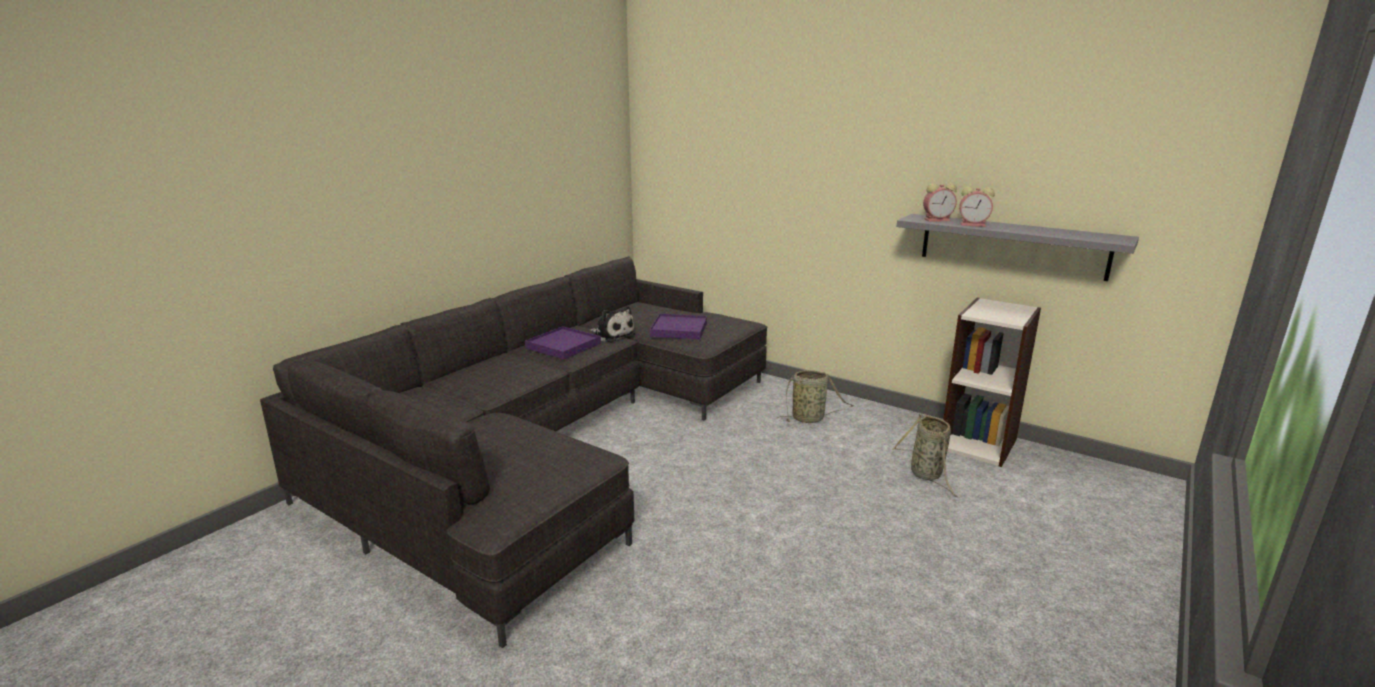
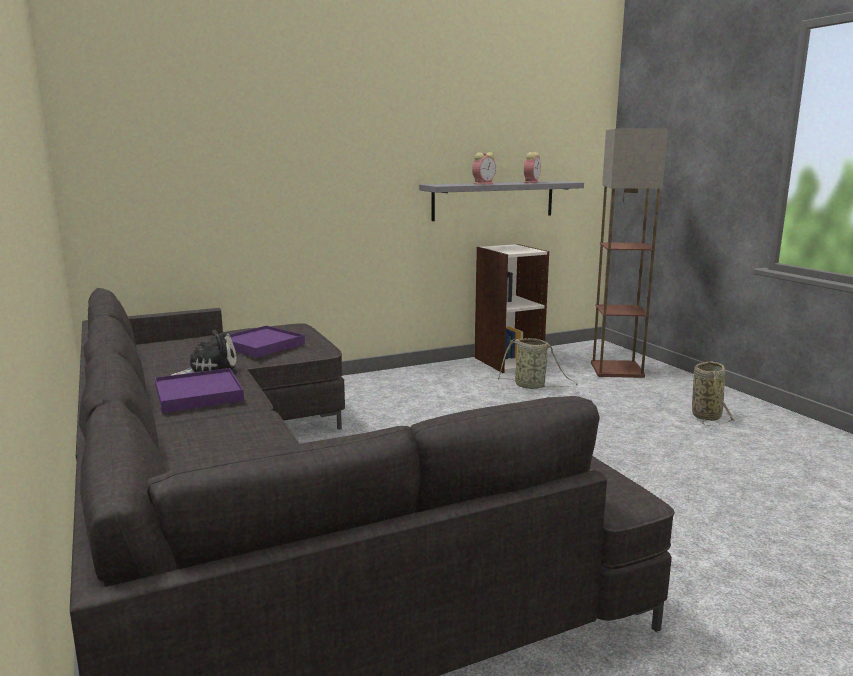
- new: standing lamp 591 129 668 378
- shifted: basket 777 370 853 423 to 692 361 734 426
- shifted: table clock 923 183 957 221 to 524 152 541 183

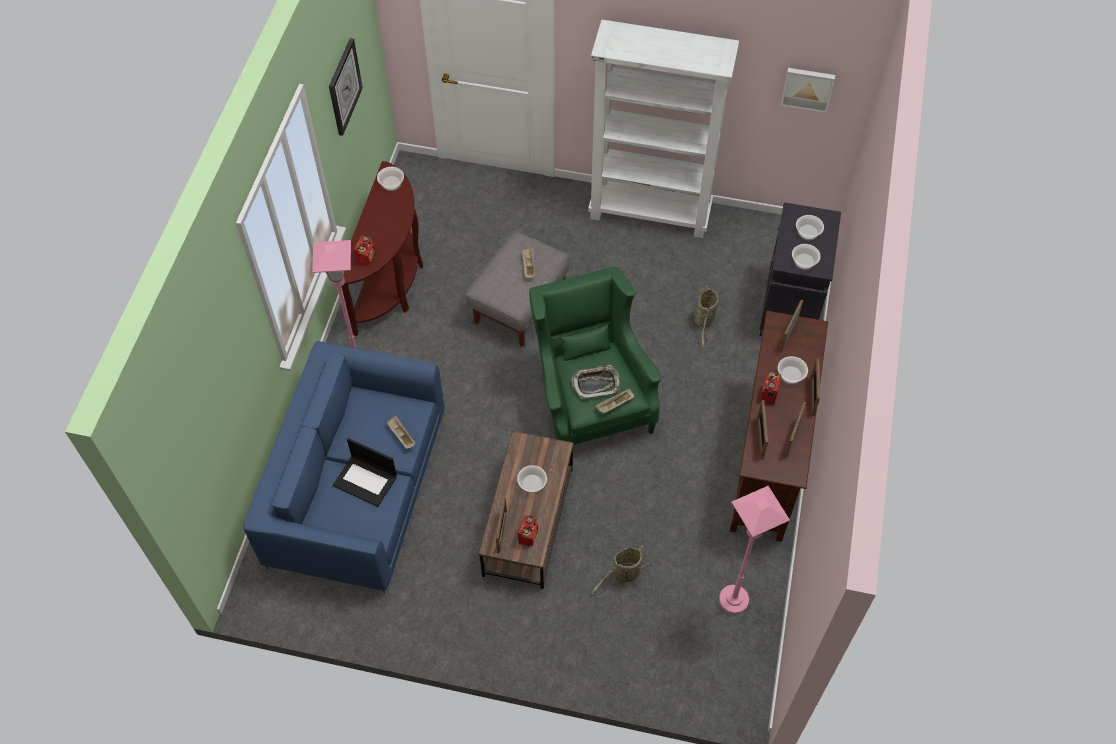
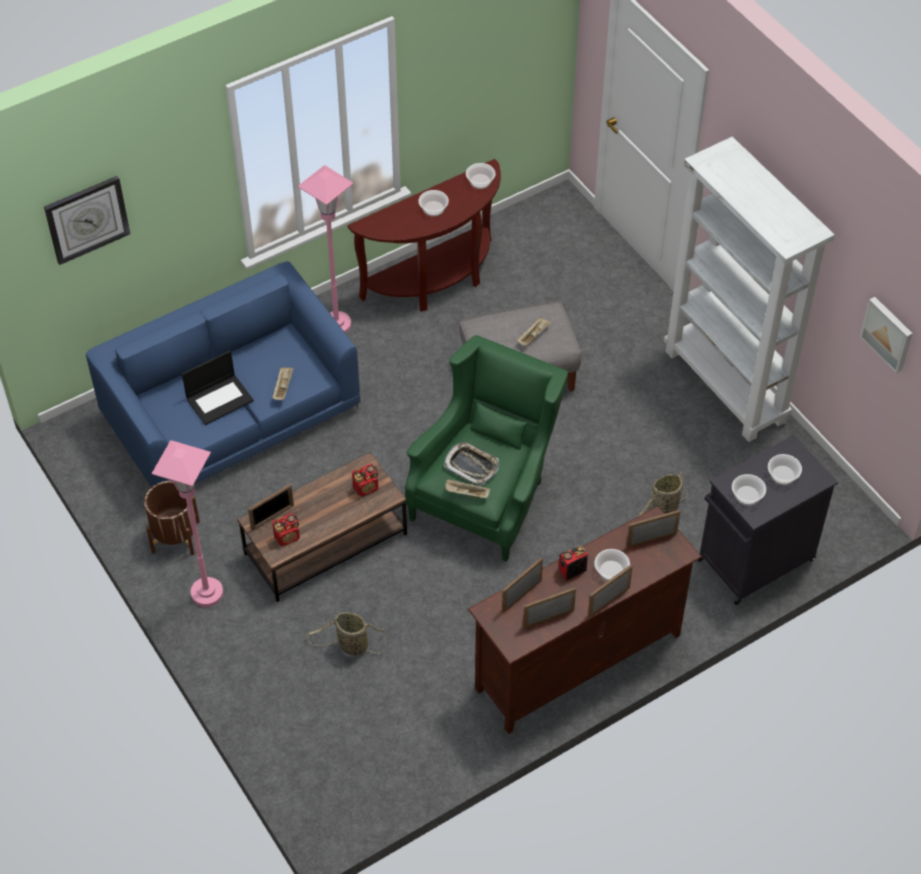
- new: plant pot/brownish 144 481 200 555
- shifted: clock on the wall 329 38 363 136 to 44 176 130 265
- shifted: radio set 354 235 376 266 to 352 463 378 497
- shifted: deep dish 517 465 547 493 to 419 190 449 217
- shifted: standing lamp/pink 719 486 790 614 to 152 440 223 607
- rotated: laptop 333 438 397 507 = 182 350 254 425 105 degrees counterclockwise

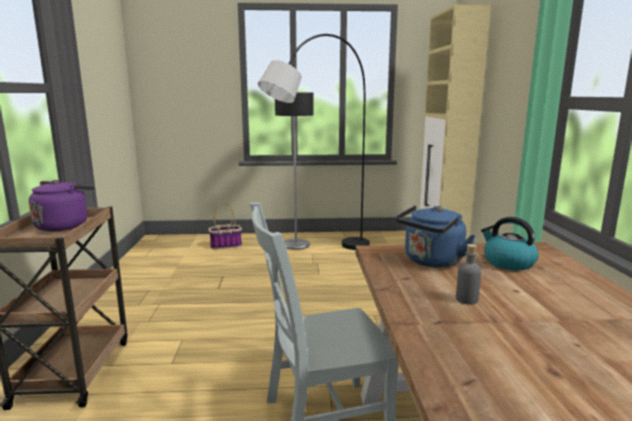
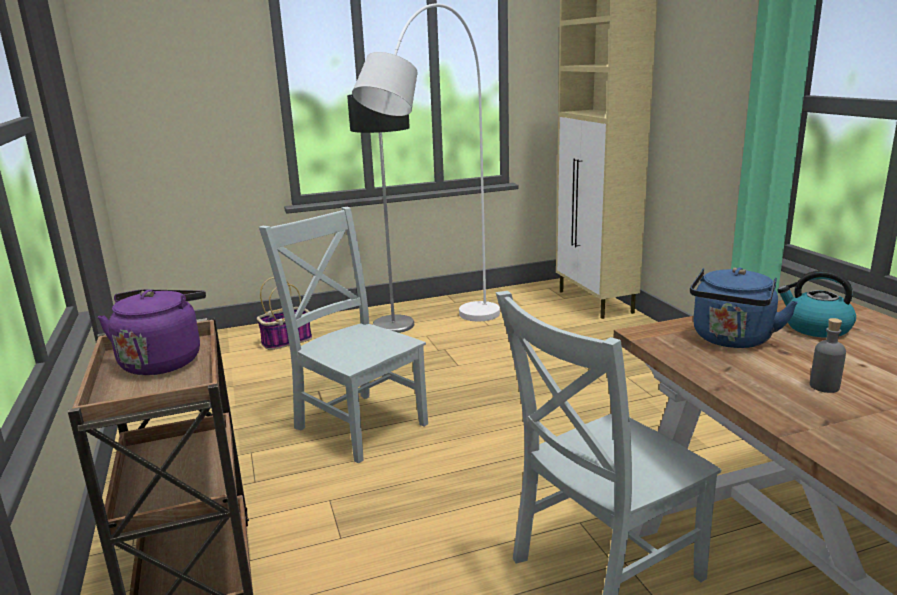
- new: plain chair/gray 259 207 428 463
- repainted: standing lamp/black 258 34 370 250 to standing lamp/white 352 3 500 321

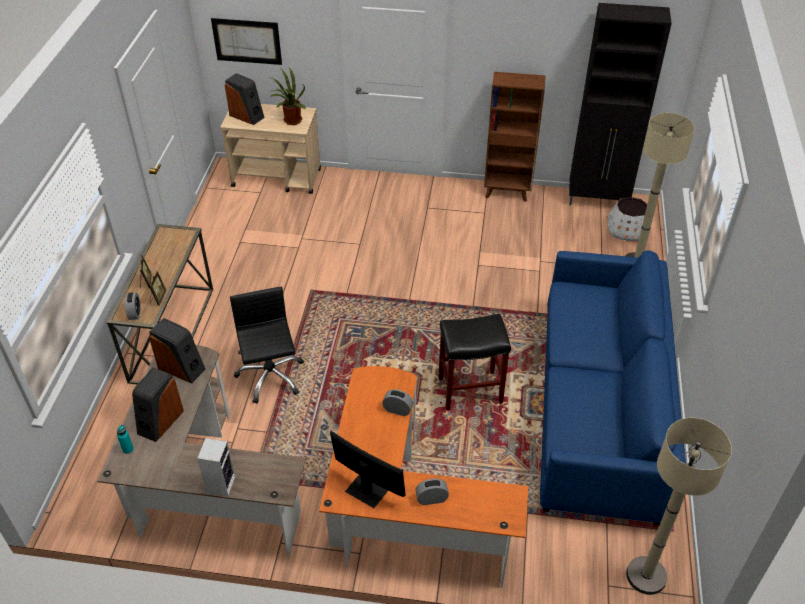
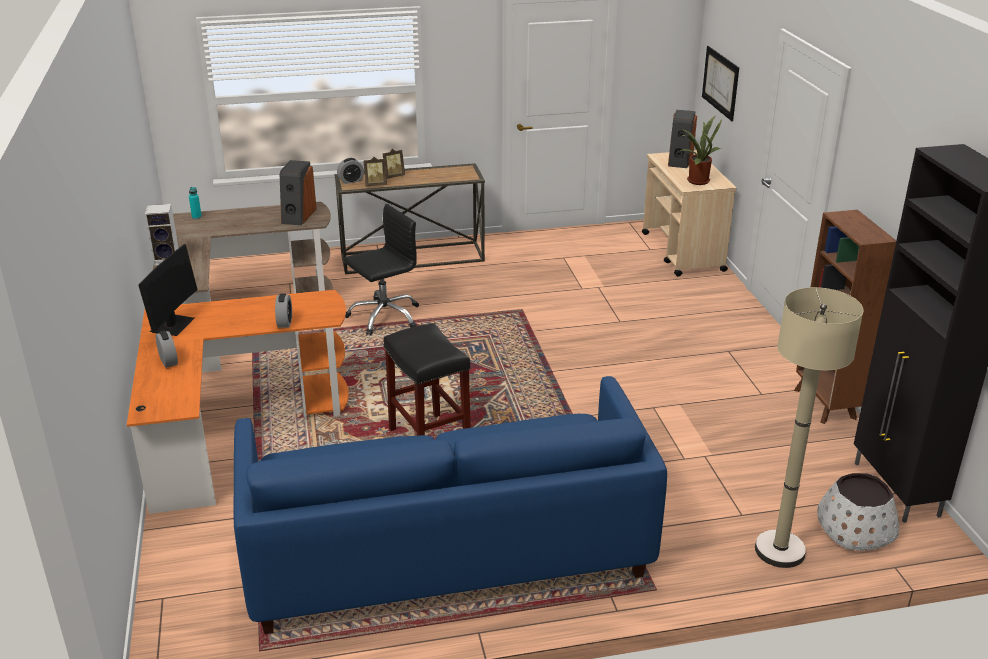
- gone: audio speaker 132 367 184 442
- gone: standing lamp/sand-coloured 626 418 732 595

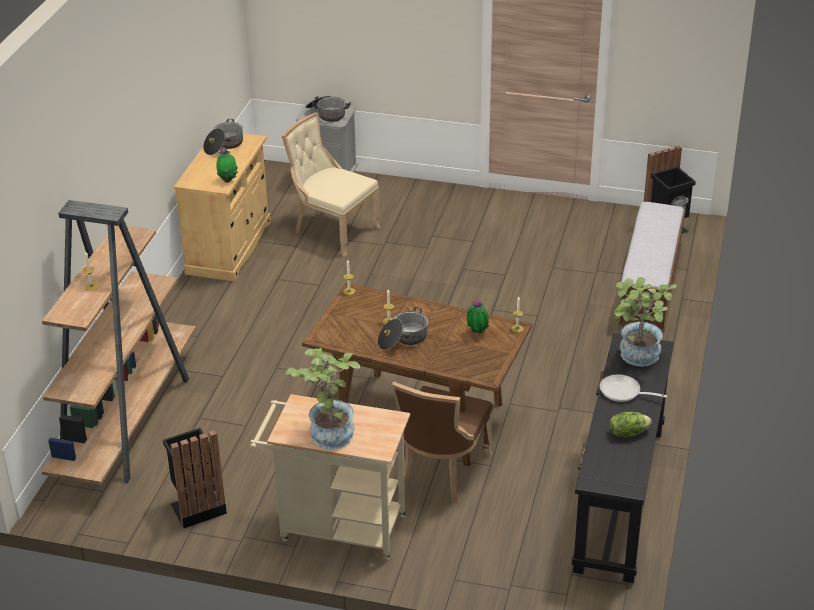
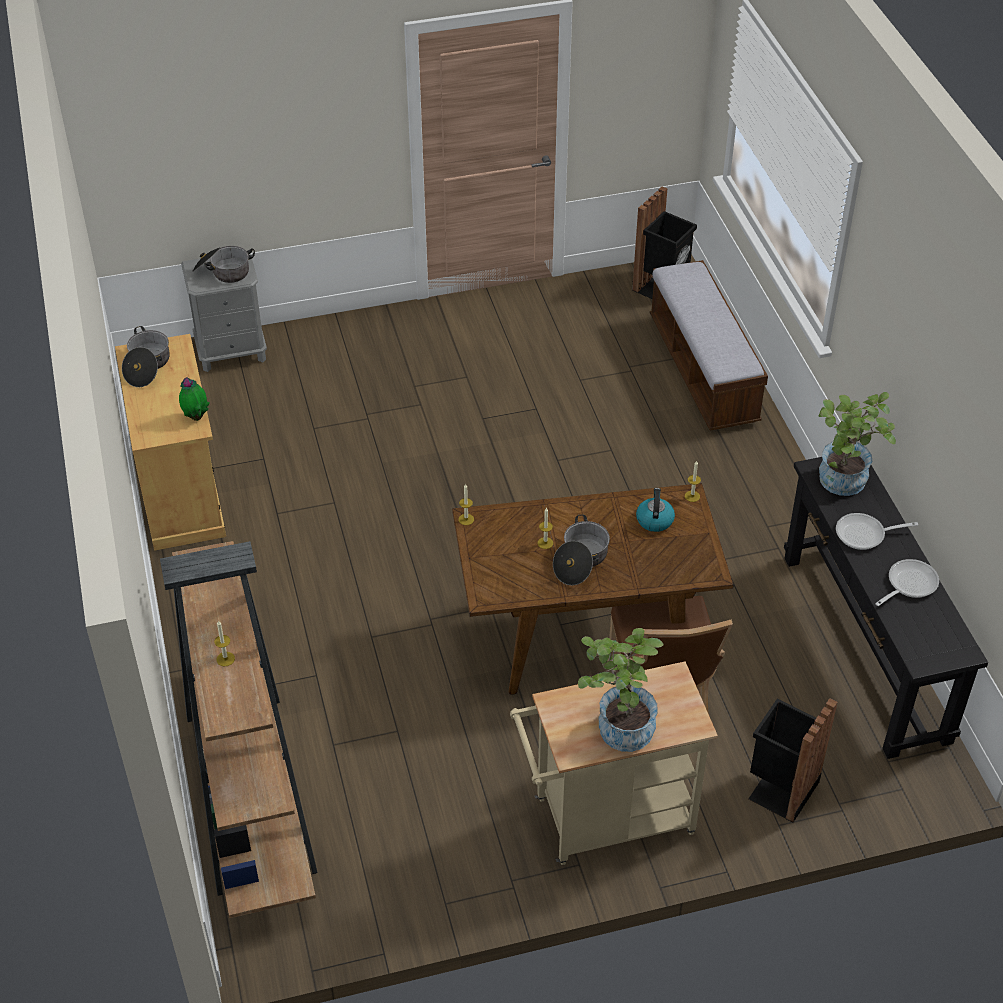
- gone: plain chair/sand-coloured 282 113 380 256
- shifted: trash can/black 163 428 227 528 to 748 698 838 823
- swapped: plant in a pot 467 298 489 333 to tea kettle 636 488 675 532
- swapped: head of lettuce 610 412 652 437 to frying pan 875 559 939 606

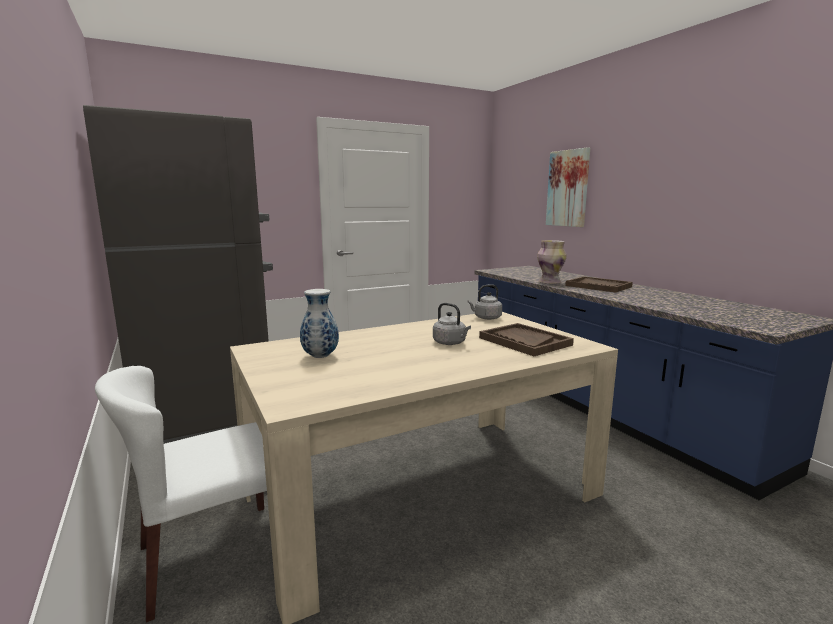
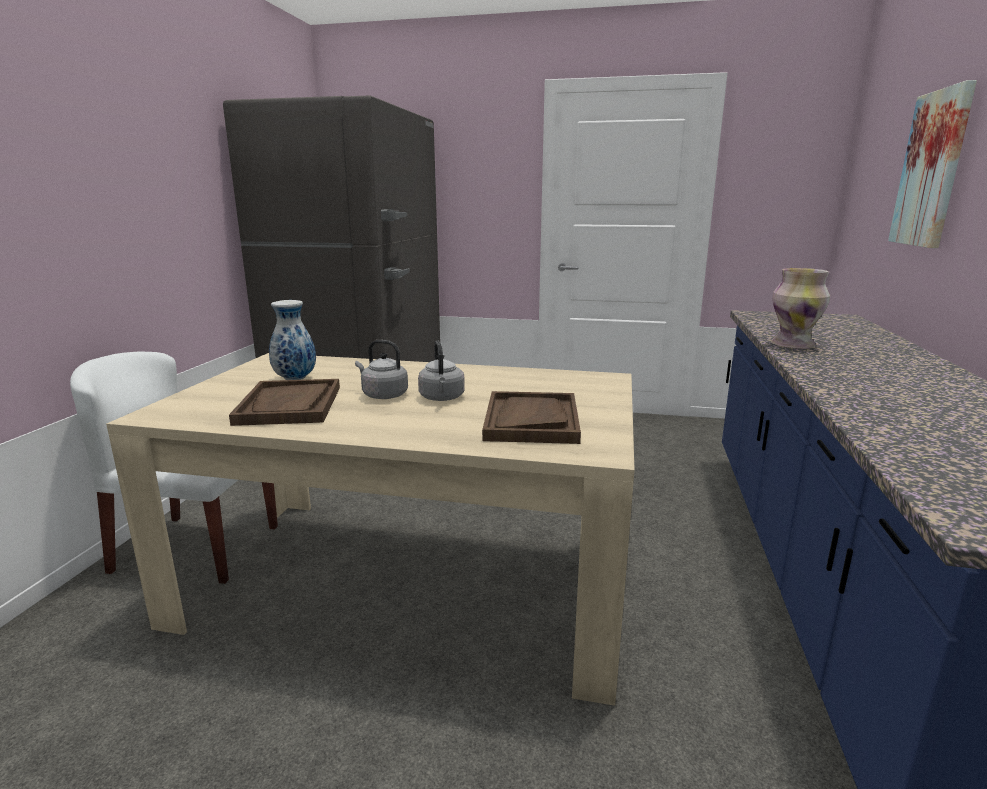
- shifted: tea kettle/gray 467 284 502 320 to 355 340 408 399
- shifted: serving tray/brownish 565 276 633 293 to 229 379 340 426

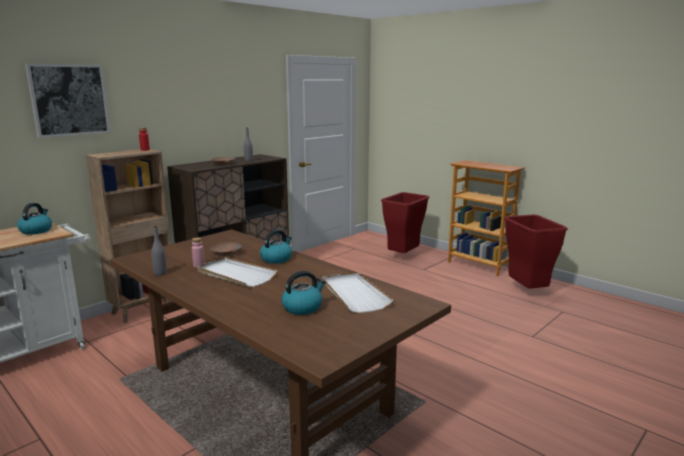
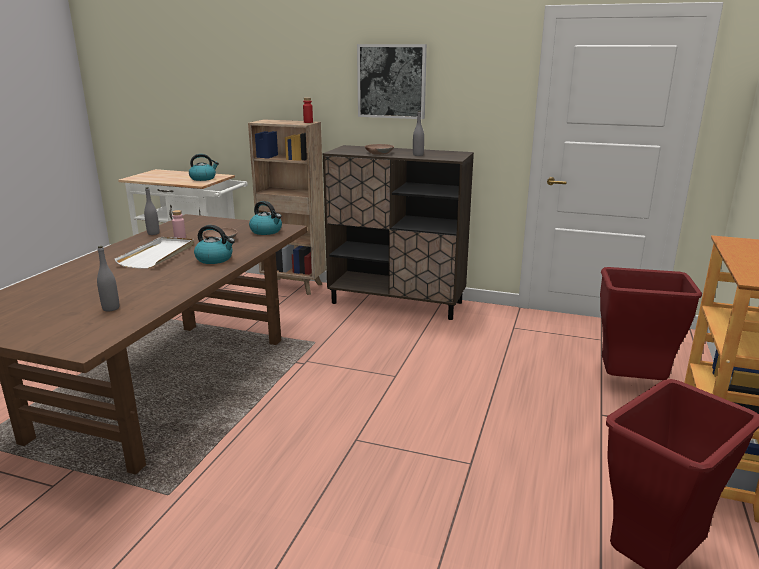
- shifted: wall picture 25 64 110 138 to 357 44 427 119
- shifted: tea kettle 282 271 326 315 to 249 201 282 235
- swapped: serving tray/white 322 272 394 313 to beverage bottle/gray 97 246 119 311

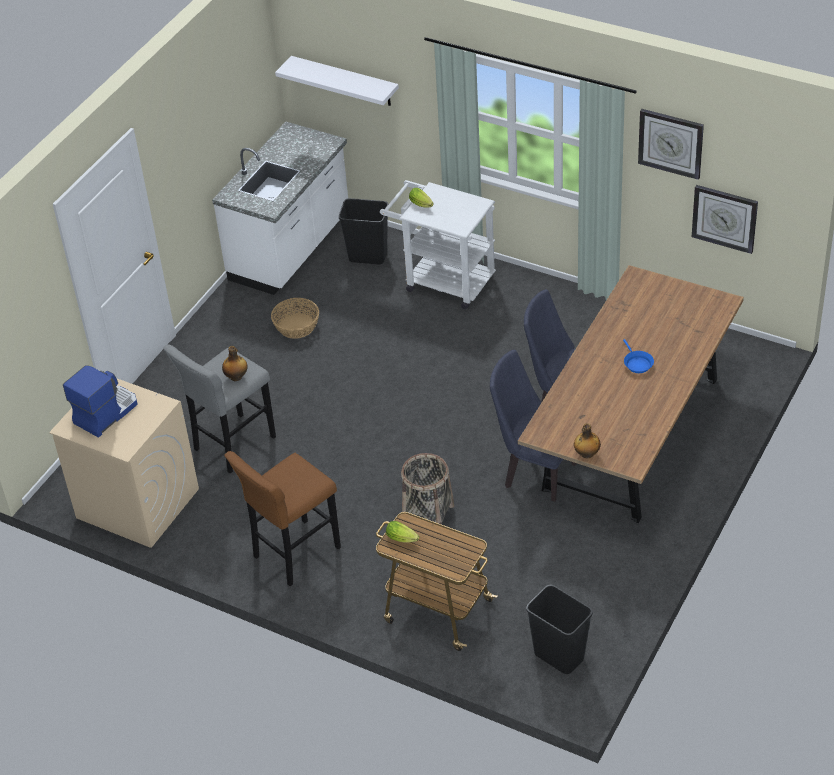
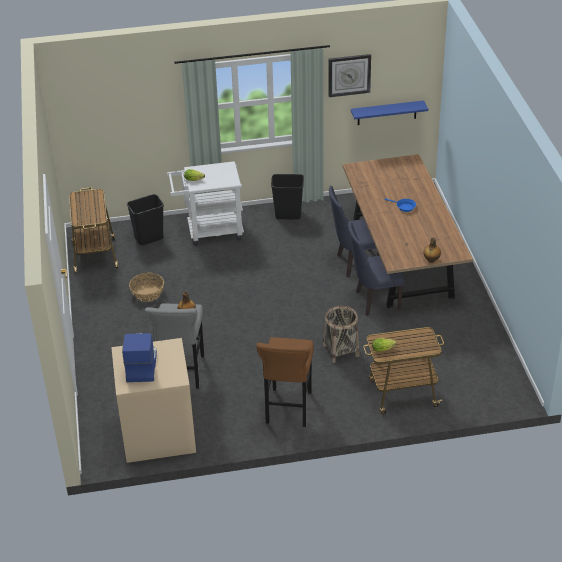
- gone: shelf/white 275 56 399 106
- shifted: trash can/black 526 585 593 674 to 271 174 304 220
- swapped: kitchen counter/white 212 122 348 295 to cart 69 187 118 273
- swapped: clock on the wall 692 185 758 254 to shelf/blue-coloured 351 100 428 125

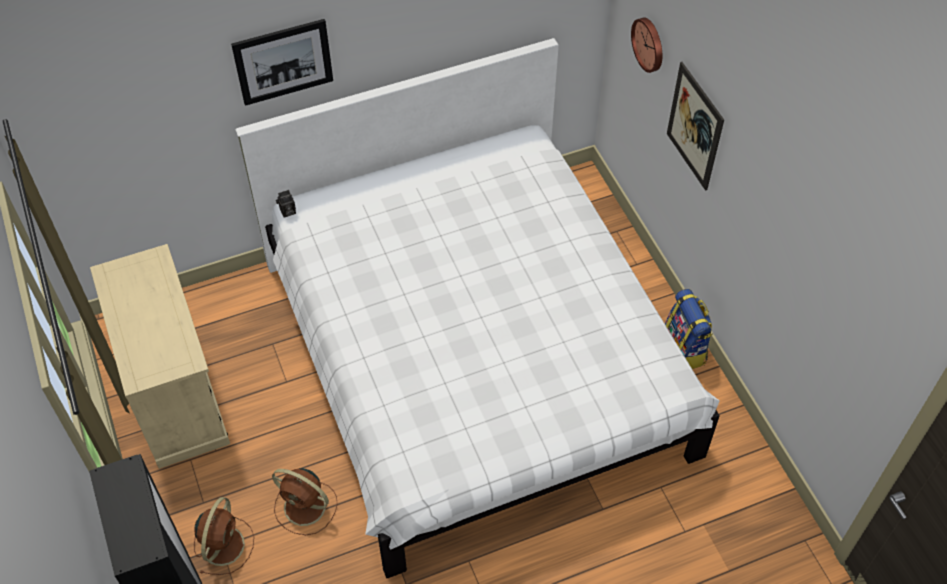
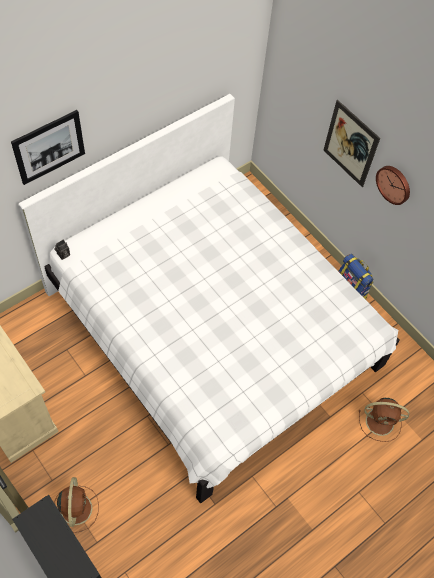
- shifted: fan/brownish 272 468 337 535 to 359 398 409 442
- shifted: clock on the wall 631 18 662 73 to 376 166 410 205

